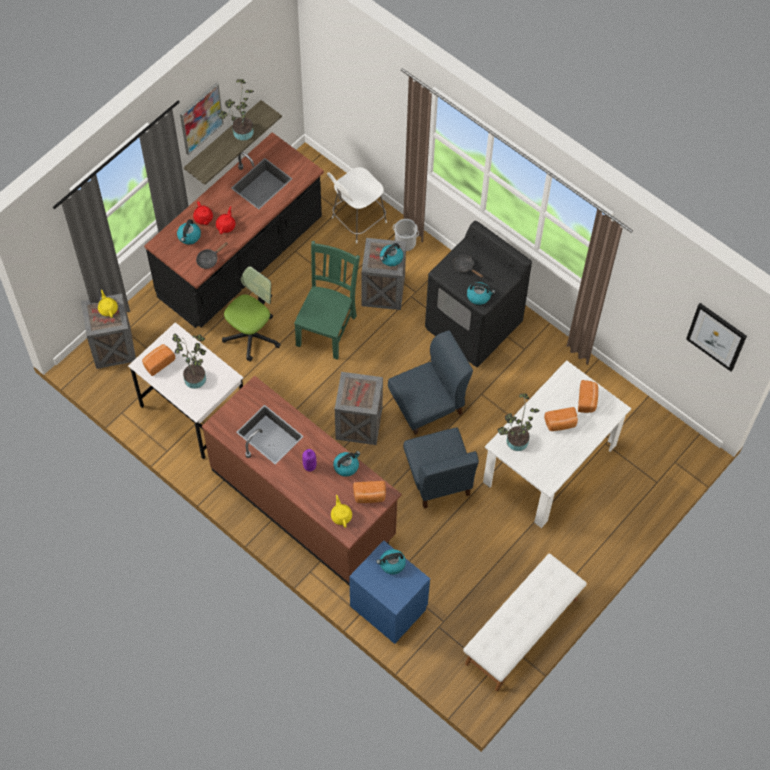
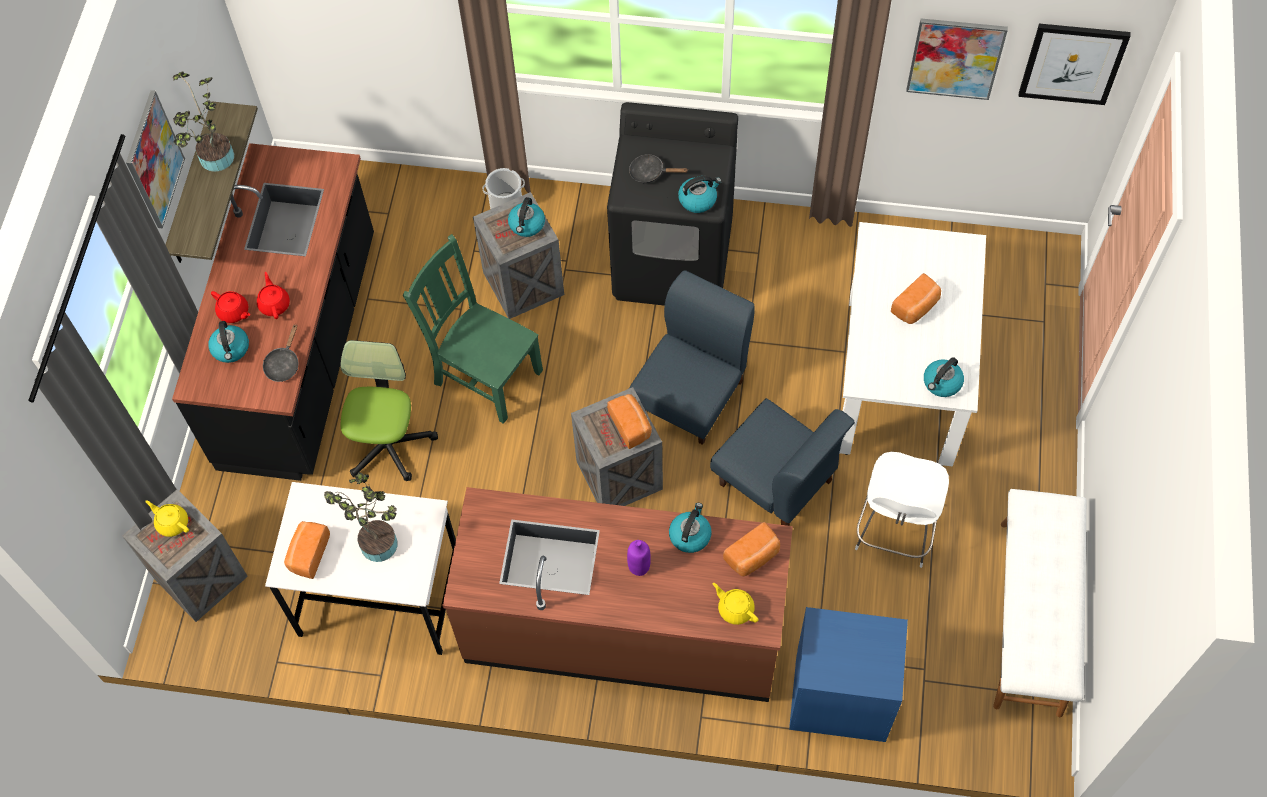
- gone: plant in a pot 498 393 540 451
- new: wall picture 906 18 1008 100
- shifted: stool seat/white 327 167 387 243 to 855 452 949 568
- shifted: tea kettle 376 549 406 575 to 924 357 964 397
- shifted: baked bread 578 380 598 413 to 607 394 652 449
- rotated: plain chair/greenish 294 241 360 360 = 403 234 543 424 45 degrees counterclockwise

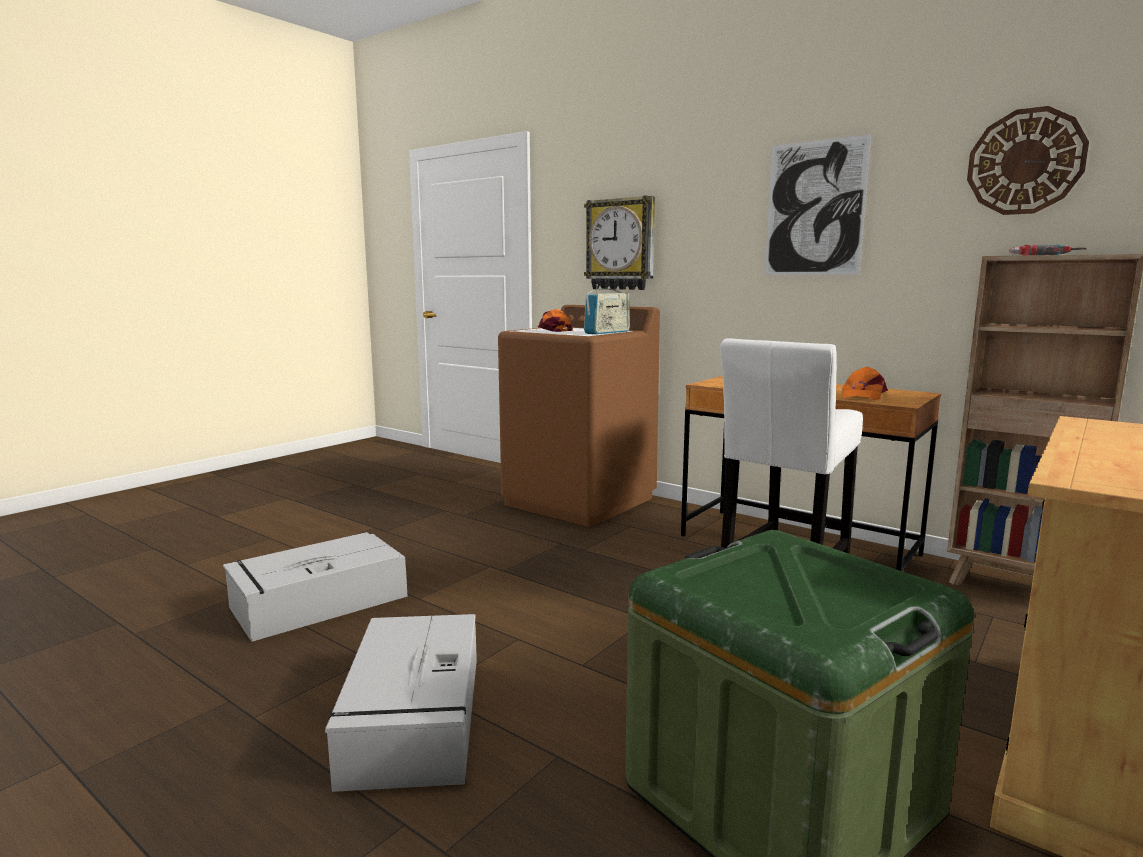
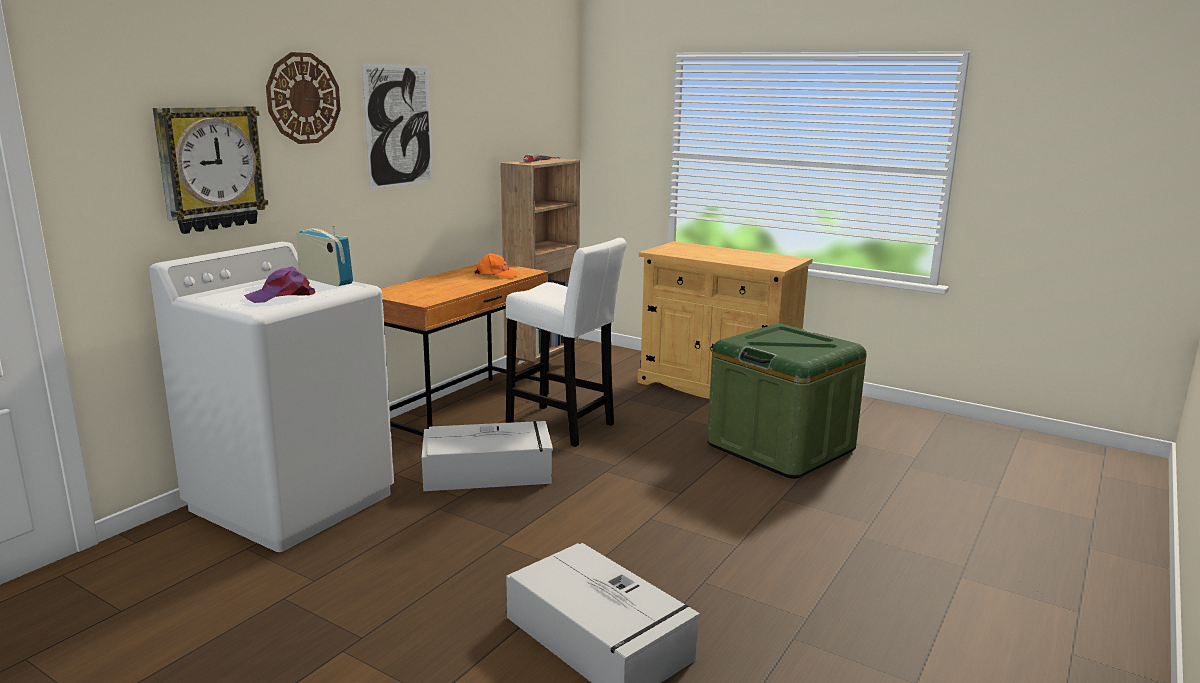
- shifted: storage container/gray 325 614 477 792 to 422 421 553 491
- shifted: clock on the wall 967 106 1089 215 to 266 52 341 144
- repainted: laundry appliance/brownish 498 305 660 527 to laundry appliance/white 149 242 394 552
- repainted: cap/orangey 538 309 573 332 to cap/purple 244 266 315 303

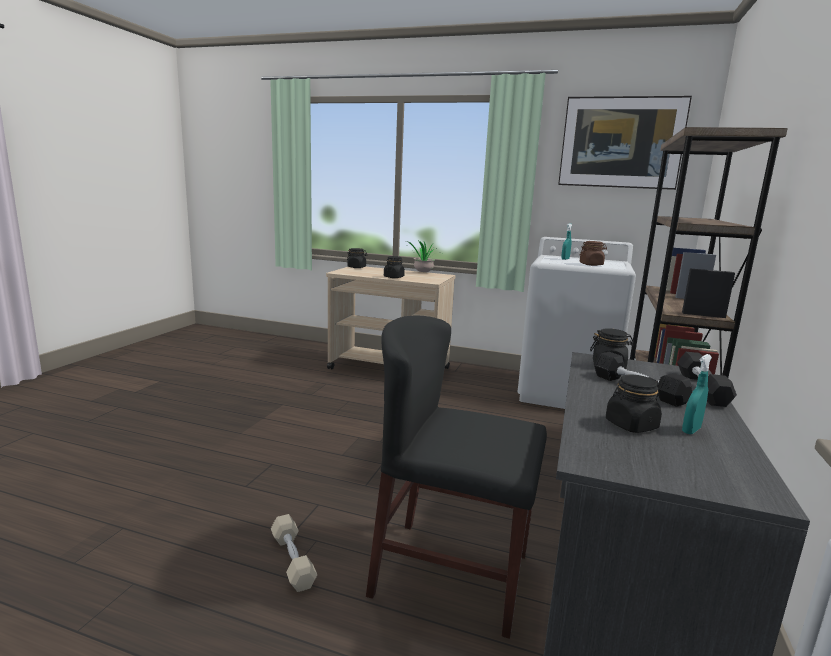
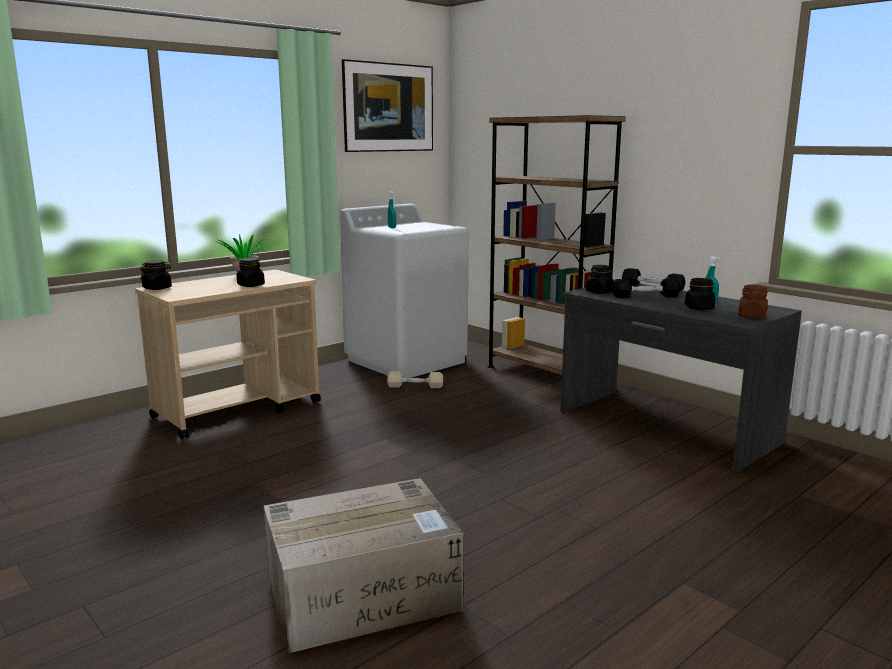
- gone: plain chair/black 366 316 547 639
- new: packing box 263 478 464 653
- shifted: dumbbell/sand-coloured 271 514 317 592 to 387 371 443 388
- shifted: preserve jar/brownish 580 241 607 266 to 738 285 768 318

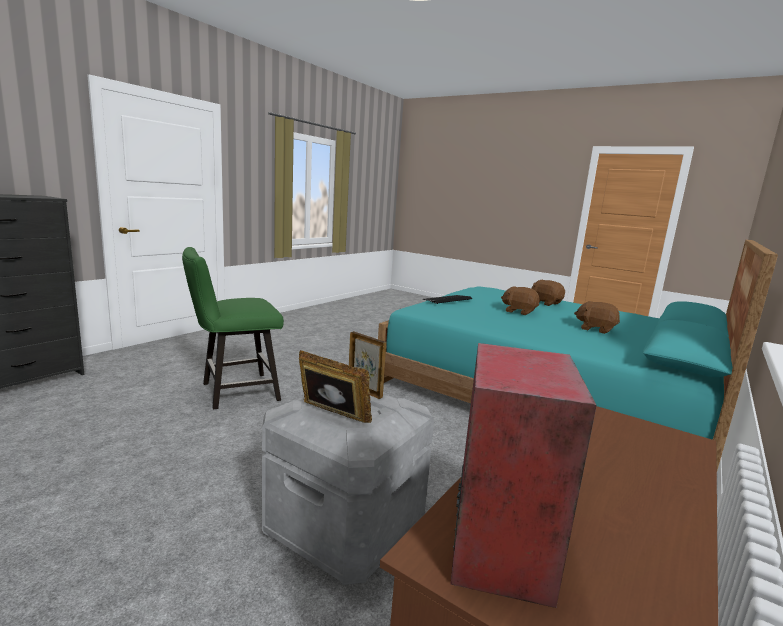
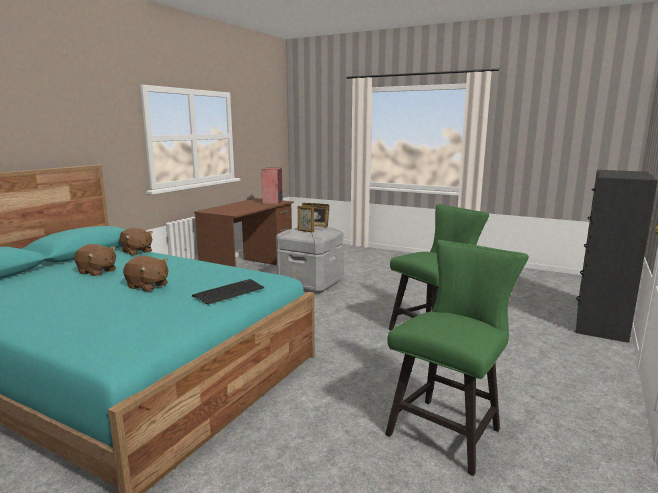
- new: plain chair/greenish 385 240 529 476
- shifted: soft toy/brownish 532 280 565 306 to 120 228 153 255

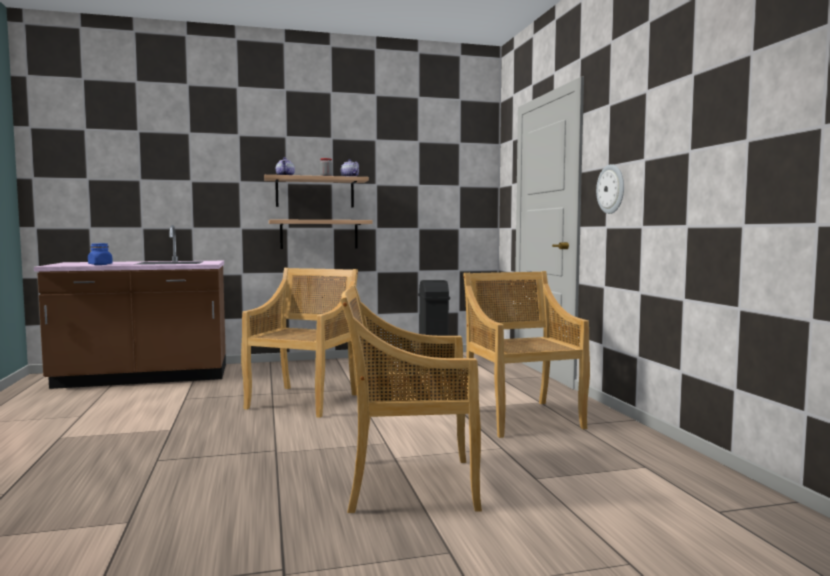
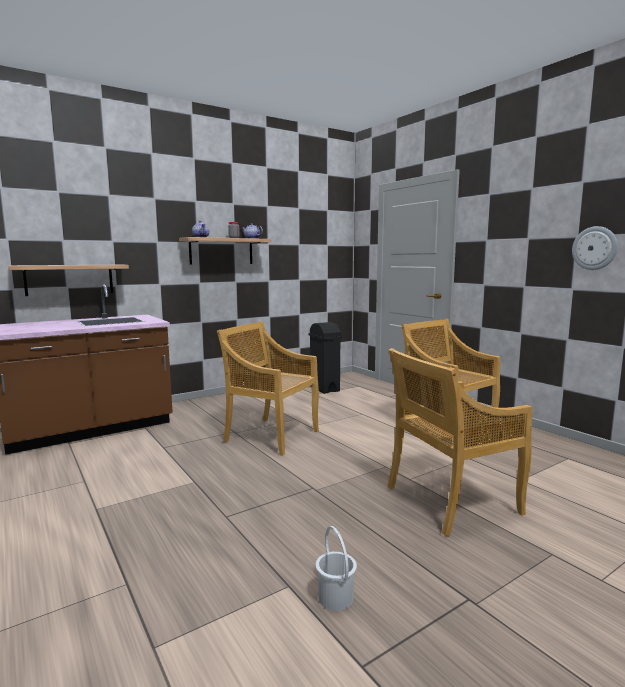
- gone: preserve jar/blue-coloured 88 243 113 265
- new: bucket/white 316 526 357 611
- shifted: shelf 269 219 373 249 to 8 265 129 296
- shifted: clock on the wall 596 164 624 214 to 572 226 618 270
- rotated: plain chair/sand-coloured 241 268 358 418 = 217 321 319 456 60 degrees counterclockwise

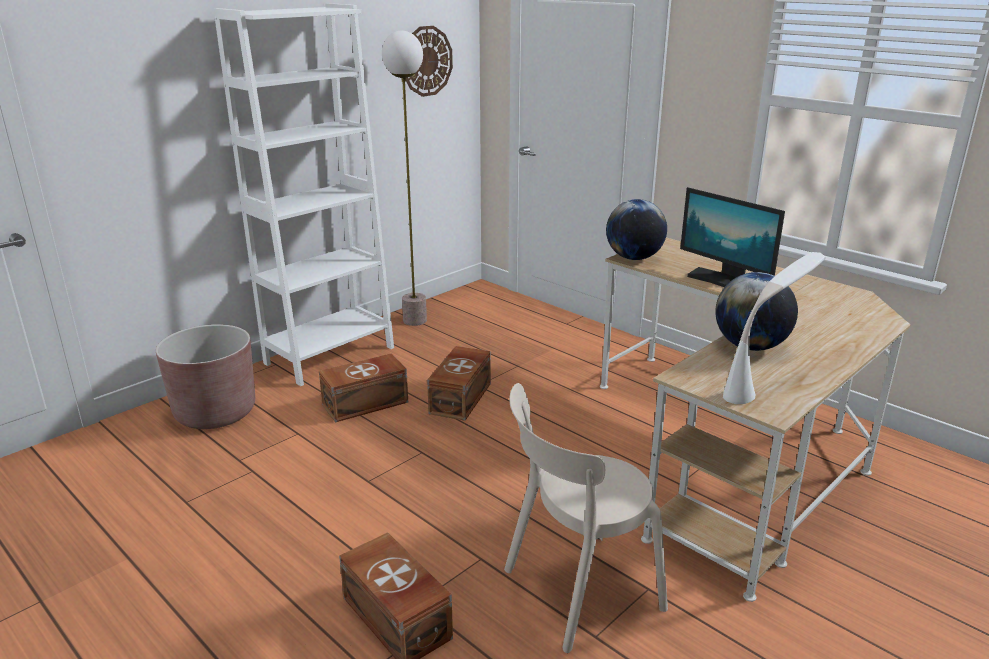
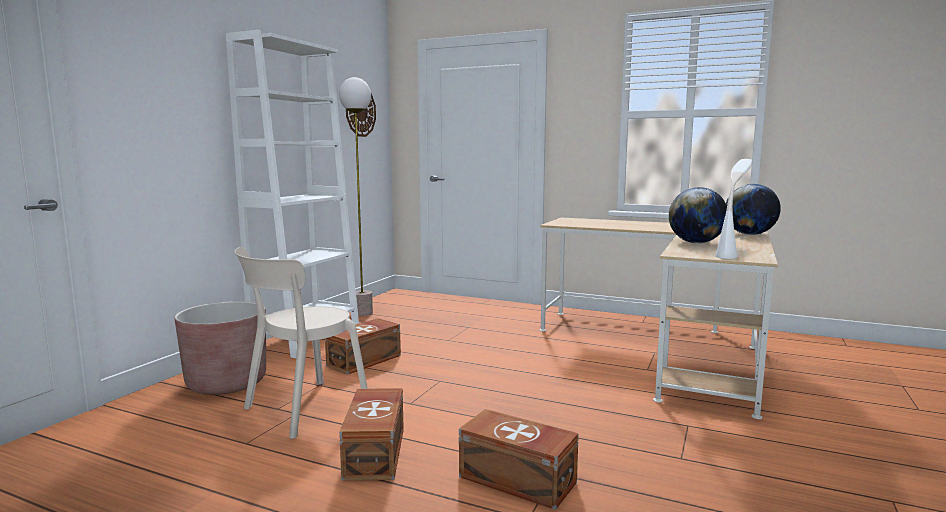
- gone: computer display 680 187 785 287
- shifted: storage container/brownish 427 346 491 421 to 339 388 404 481
- shifted: plain chair/sand-coloured 504 383 668 653 to 234 247 368 439
- shifted: desk globe 606 199 667 260 to 726 184 781 235

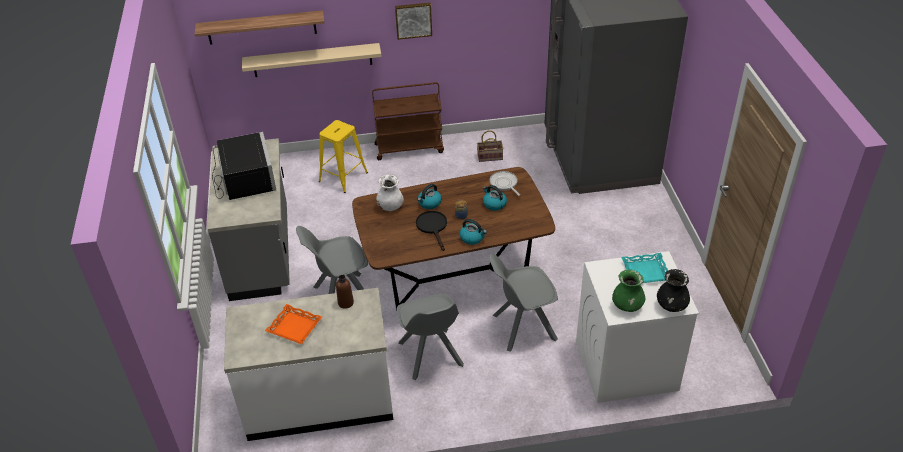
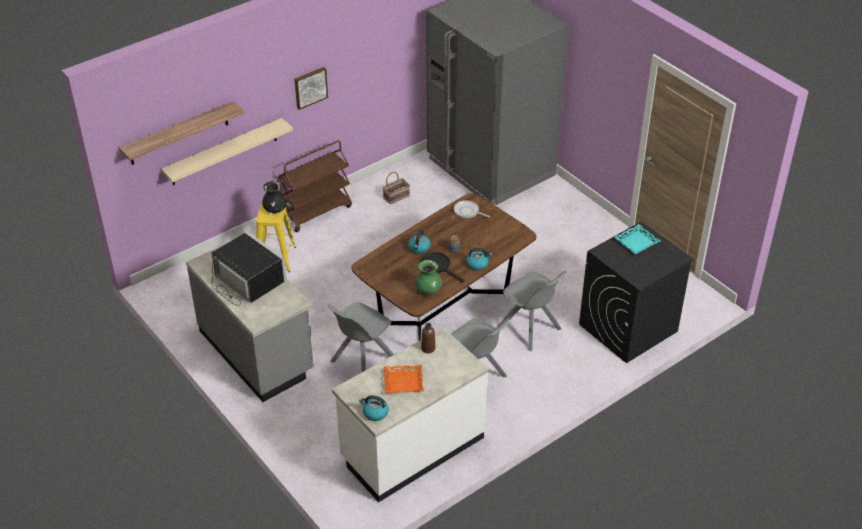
- gone: flower vase/white 376 175 404 211
- shifted: tea kettle 483 185 507 211 to 359 395 389 421
- shifted: flower vase/greenish 612 269 645 312 to 416 260 442 294
- shifted: flower vase/black 657 269 690 312 to 262 181 287 213
- repainted: laundry appliance/white 576 251 699 403 to laundry appliance/black 579 221 694 363
- rotated: plain chair/gray 489 254 558 352 = 497 271 566 351 90 degrees counterclockwise

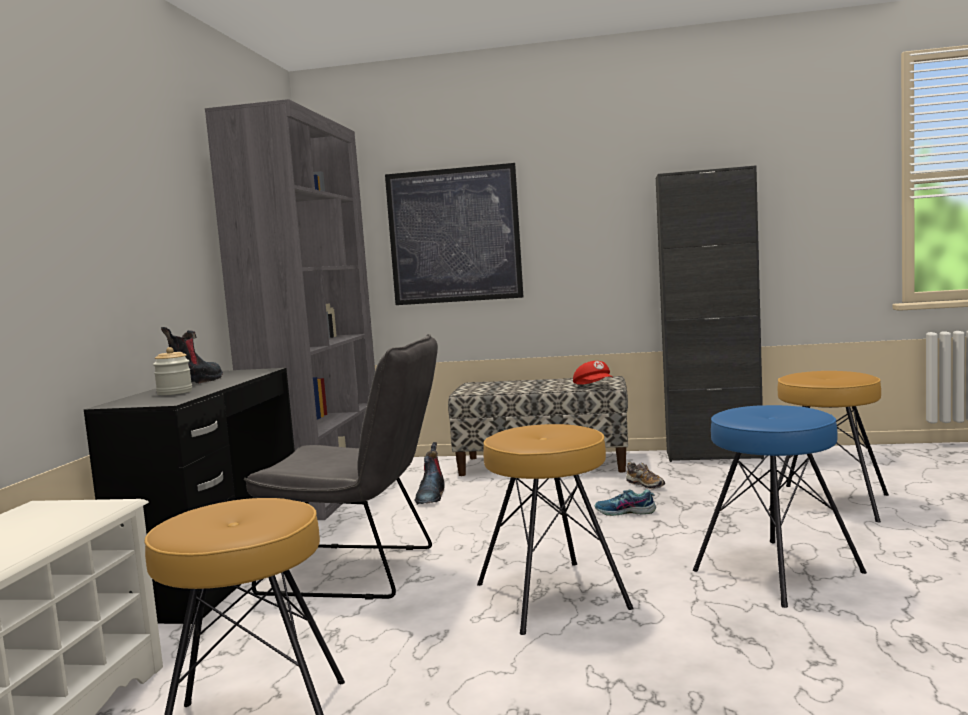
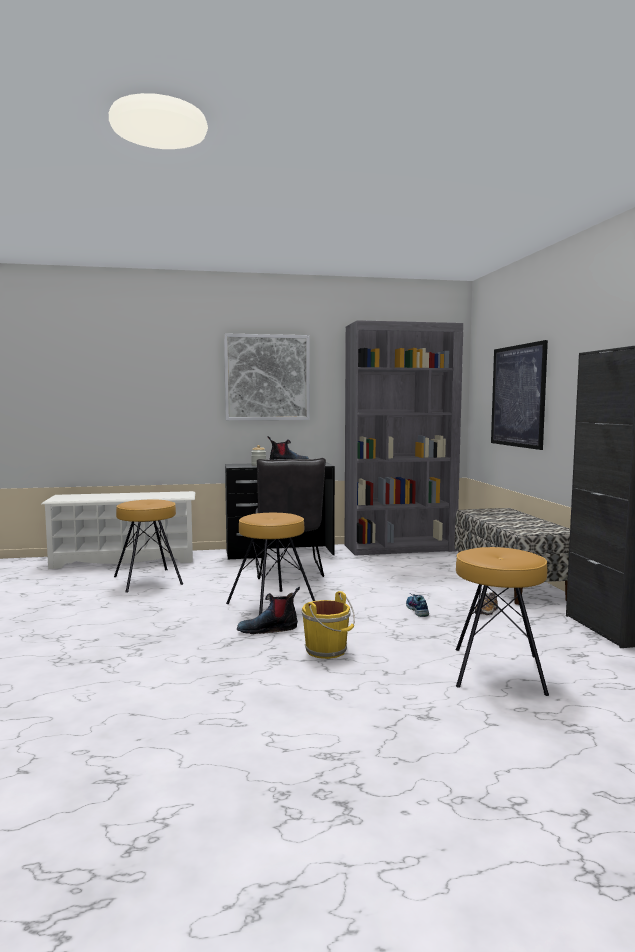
- gone: cap/reddish 573 361 613 385
- new: wall picture 224 333 310 420
- shifted: high-top boot 415 442 444 504 to 237 587 300 634
- swapped: stool seat/blue-coloured 693 405 867 608 to bucket/yellow-coloured 302 591 355 659

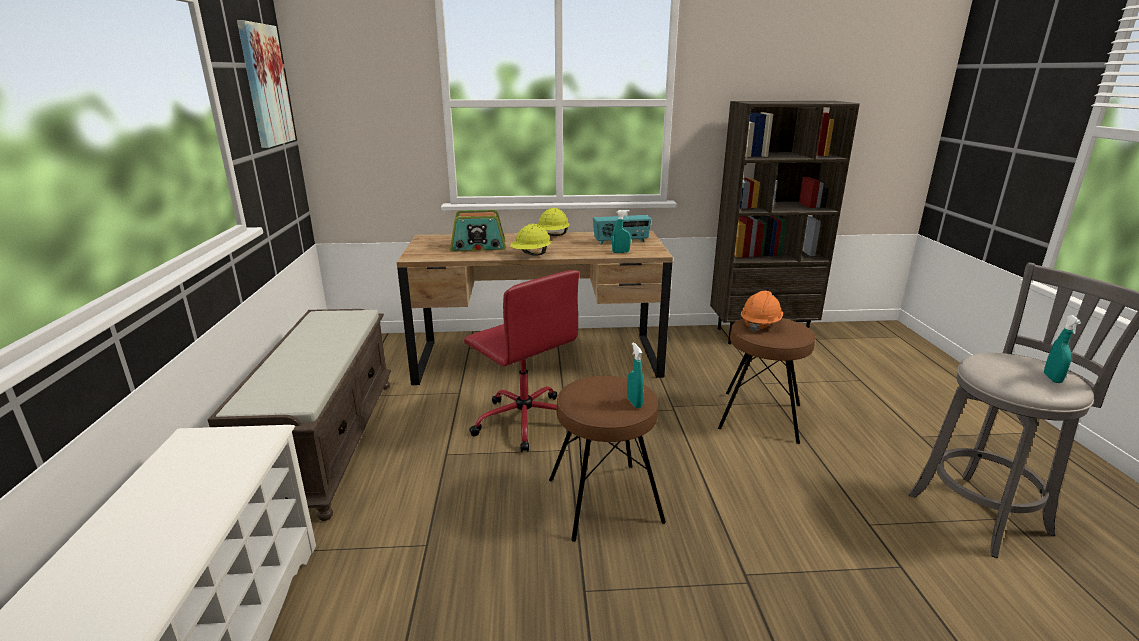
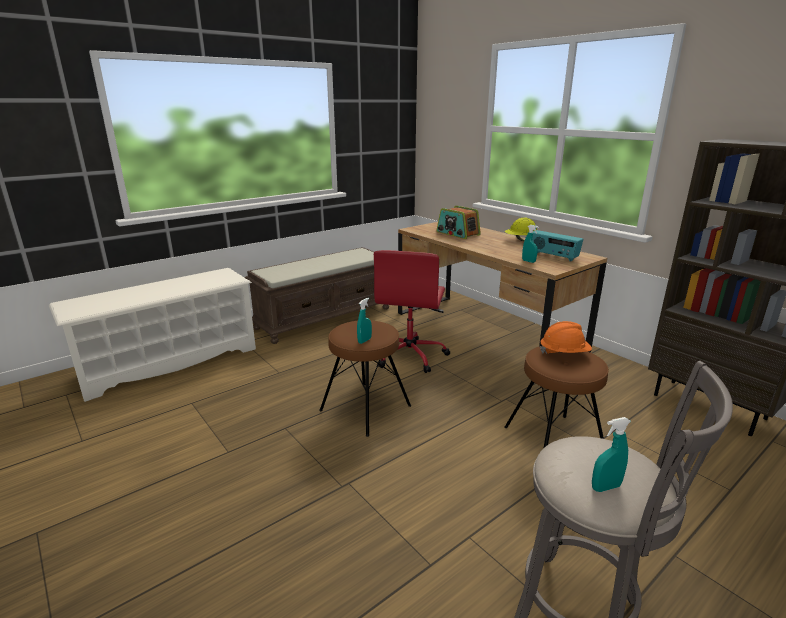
- gone: wall picture 237 20 296 148
- gone: work helmet/yellow-coloured 510 224 551 256

